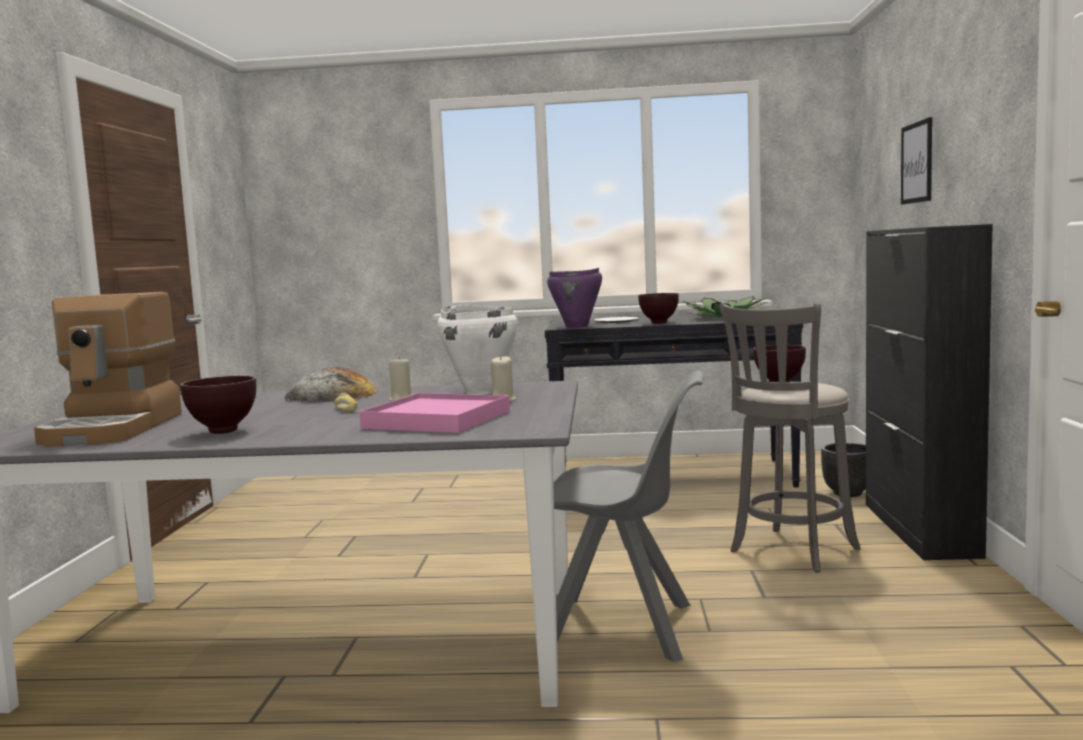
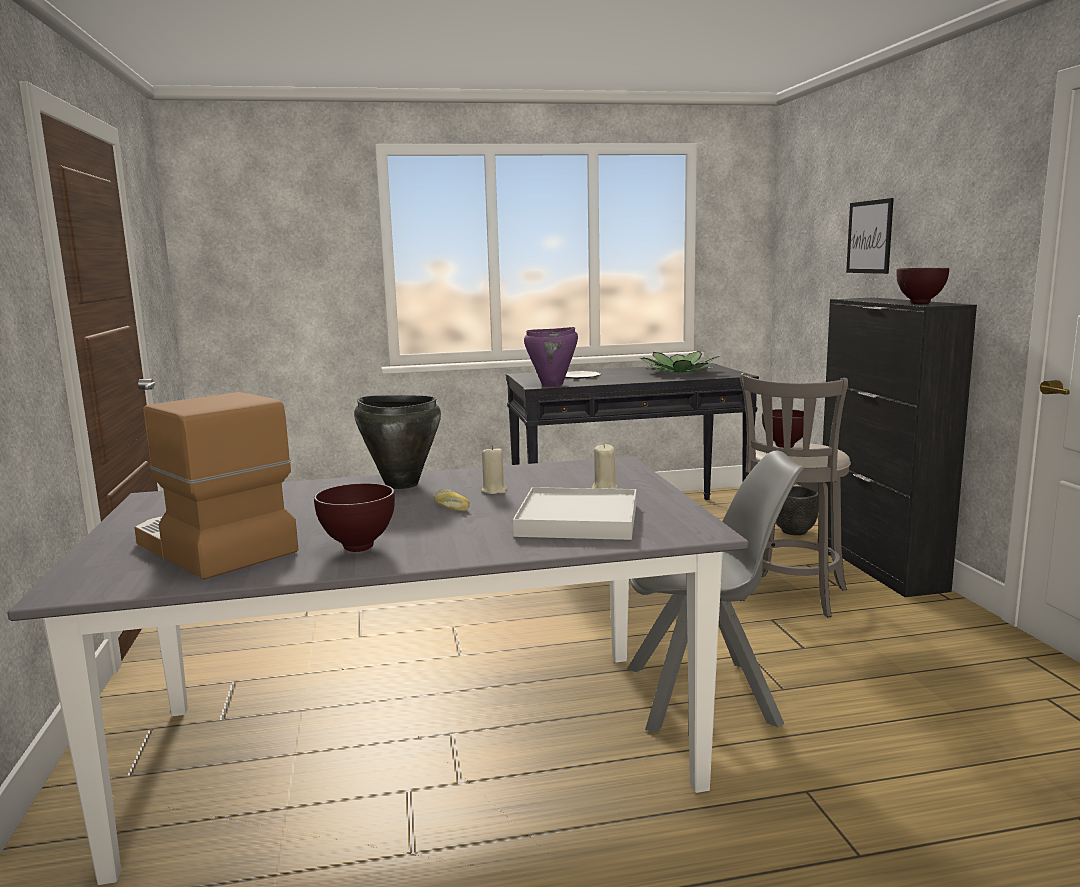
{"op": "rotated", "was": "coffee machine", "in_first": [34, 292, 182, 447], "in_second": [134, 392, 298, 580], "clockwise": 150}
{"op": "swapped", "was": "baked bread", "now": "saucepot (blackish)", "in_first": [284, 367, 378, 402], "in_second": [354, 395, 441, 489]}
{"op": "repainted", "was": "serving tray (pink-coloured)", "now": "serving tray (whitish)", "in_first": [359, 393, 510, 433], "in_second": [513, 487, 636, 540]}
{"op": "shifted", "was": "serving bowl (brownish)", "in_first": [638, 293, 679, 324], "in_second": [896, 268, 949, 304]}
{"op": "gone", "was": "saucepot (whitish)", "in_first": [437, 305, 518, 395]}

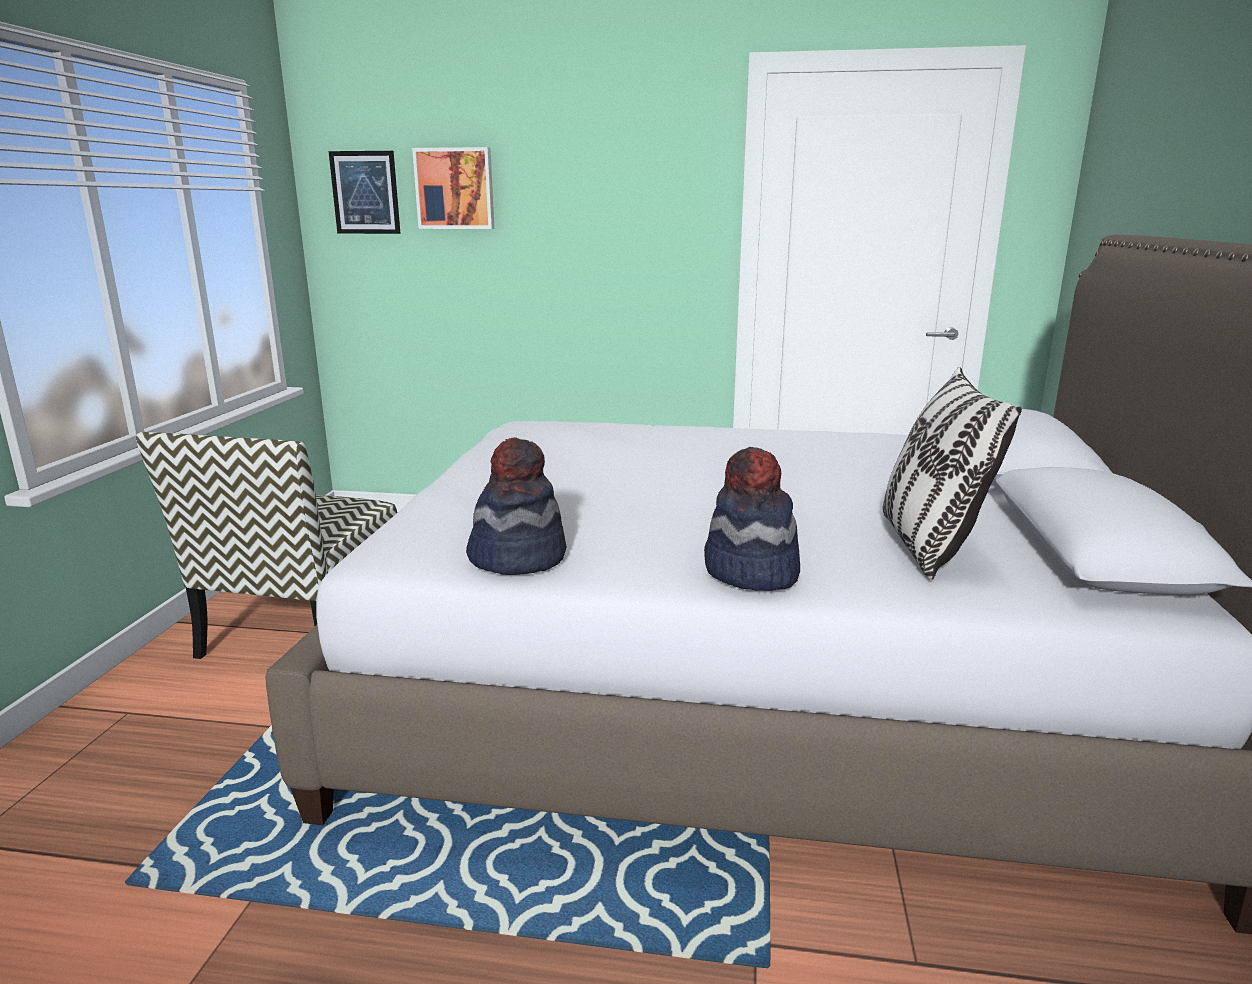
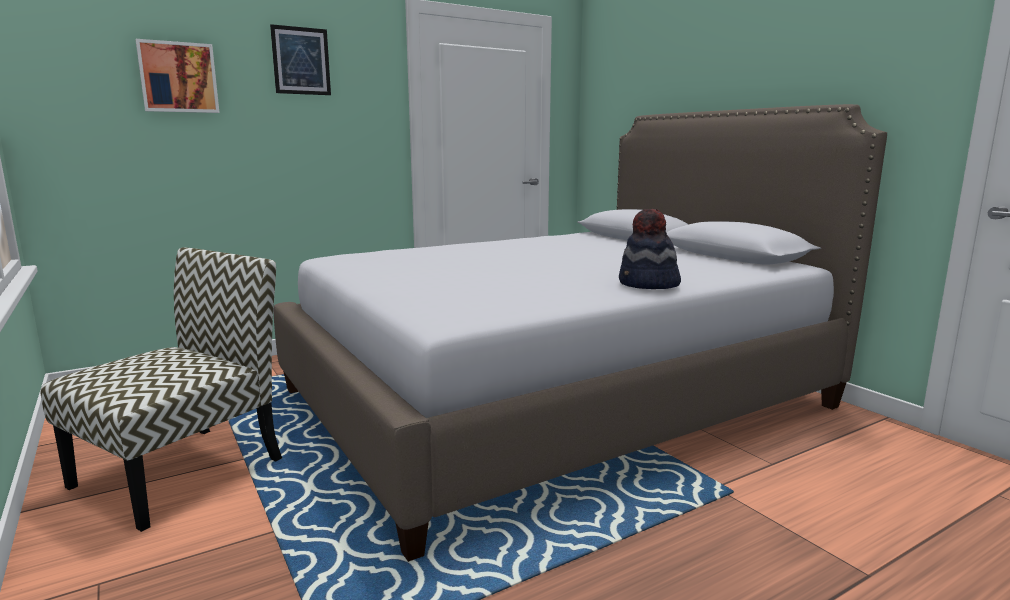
{"op": "rotated", "was": "plain chair", "in_first": [136, 432, 397, 659], "in_second": [40, 247, 282, 532], "clockwise": -120}
{"op": "shifted", "was": "wall art", "in_first": [329, 151, 401, 234], "in_second": [270, 24, 331, 95]}
{"op": "gone", "was": "clothing hat", "in_first": [466, 437, 566, 575]}
{"op": "gone", "was": "cushion", "in_first": [883, 367, 1022, 579]}

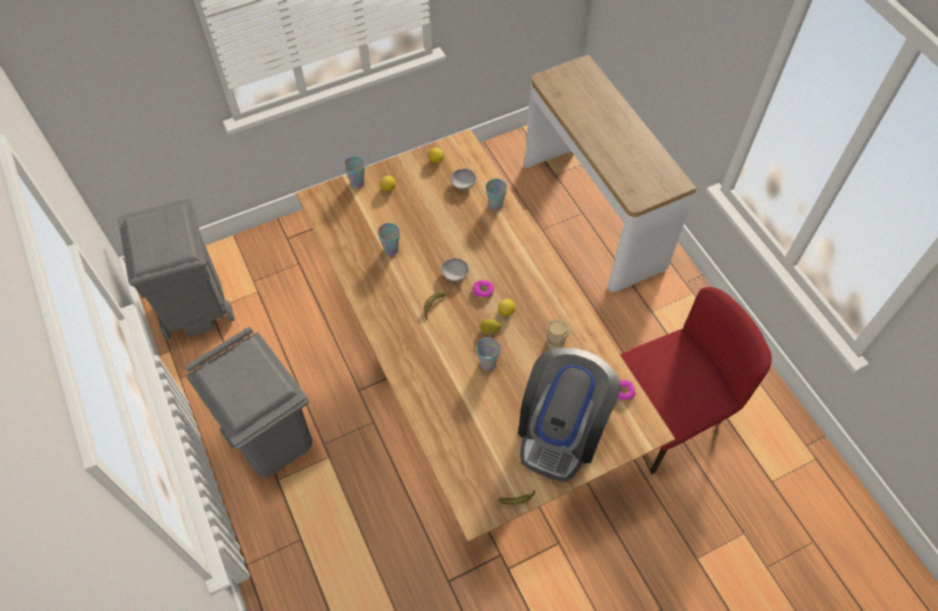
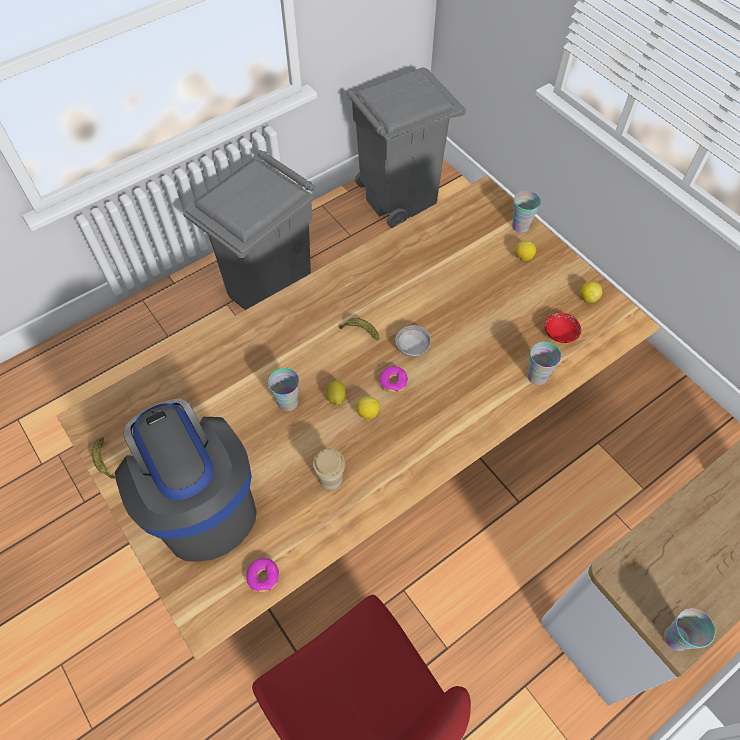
{"op": "rotated", "was": "coffee machine", "in_first": [518, 348, 621, 482], "in_second": [115, 398, 257, 562], "clockwise": 45}
{"op": "repainted", "was": "serving bowl (gray)", "now": "serving bowl (red-coloured)", "in_first": [451, 168, 476, 190], "in_second": [545, 313, 581, 343]}
{"op": "shifted", "was": "cup", "in_first": [378, 223, 400, 256], "in_second": [664, 608, 715, 651]}

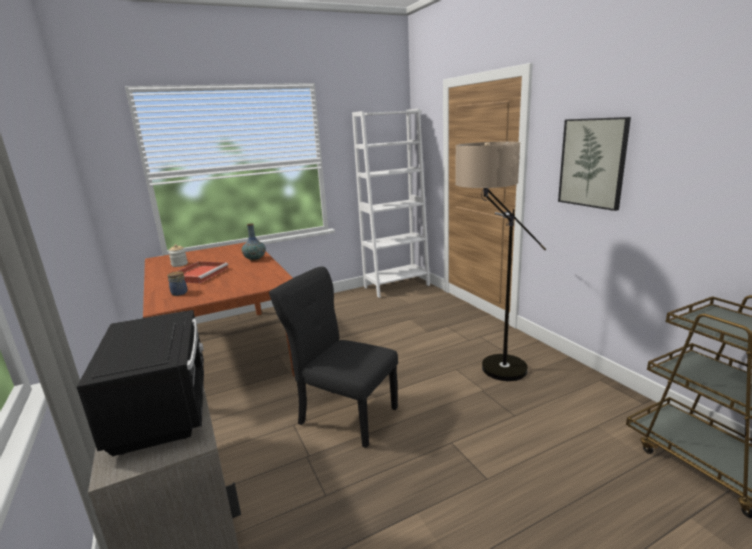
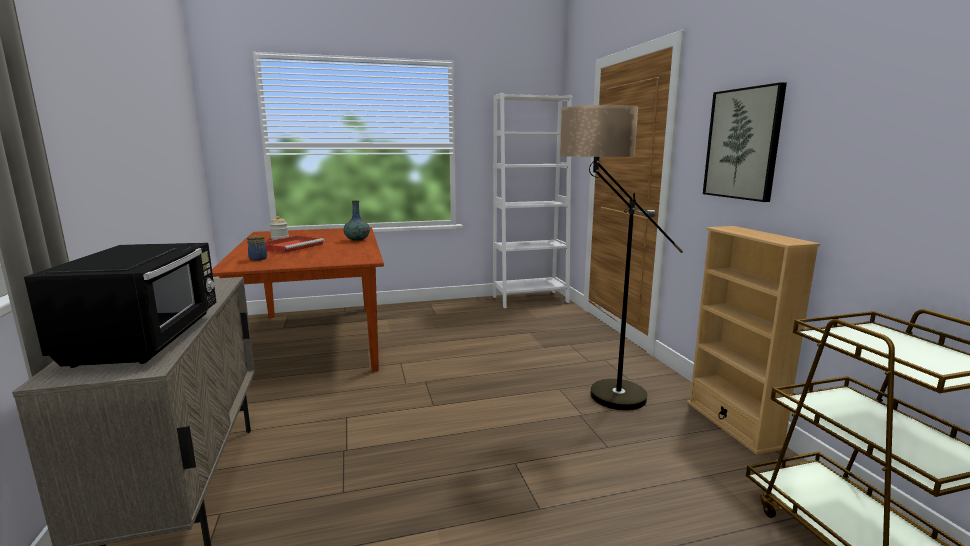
{"op": "new", "now": "bookcase (beige-coloured)", "in_second": [687, 226, 820, 455]}
{"op": "gone", "was": "plain chair (blackish)", "in_first": [269, 267, 398, 448]}

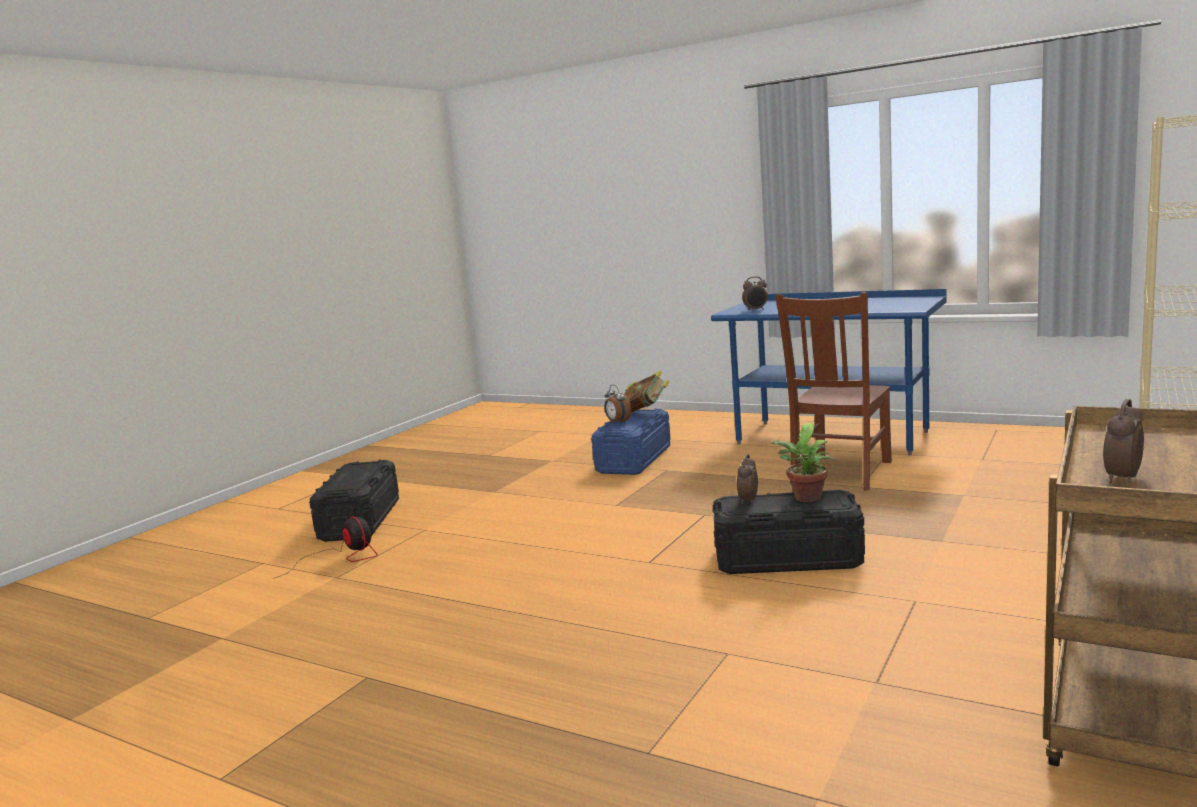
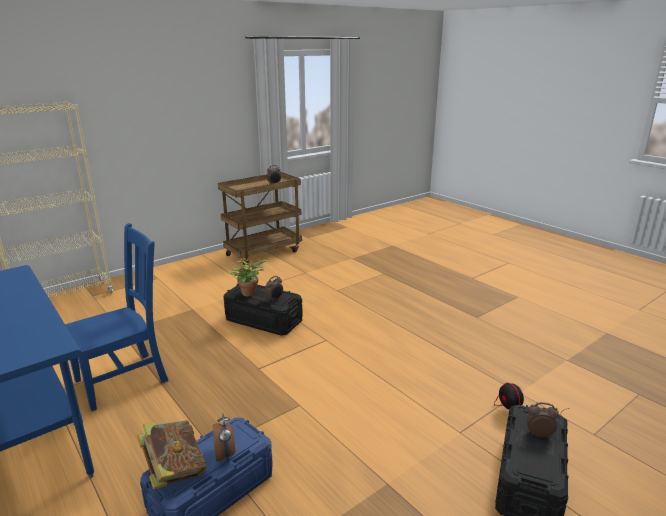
{"op": "repainted", "was": "plain chair (brownish)", "now": "plain chair (bluish)", "in_first": [776, 292, 892, 490], "in_second": [65, 223, 169, 411]}
{"op": "shifted", "was": "alarm clock", "in_first": [742, 276, 768, 311], "in_second": [527, 402, 559, 439]}

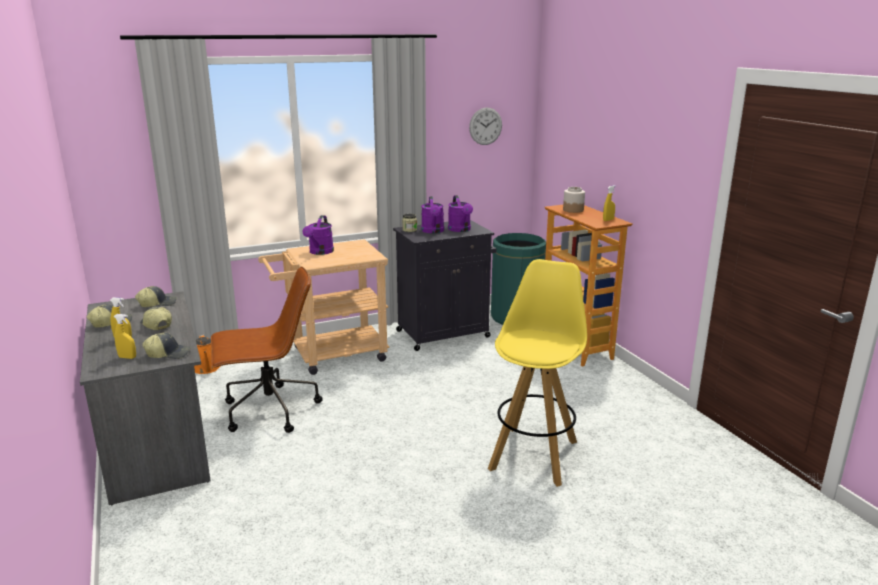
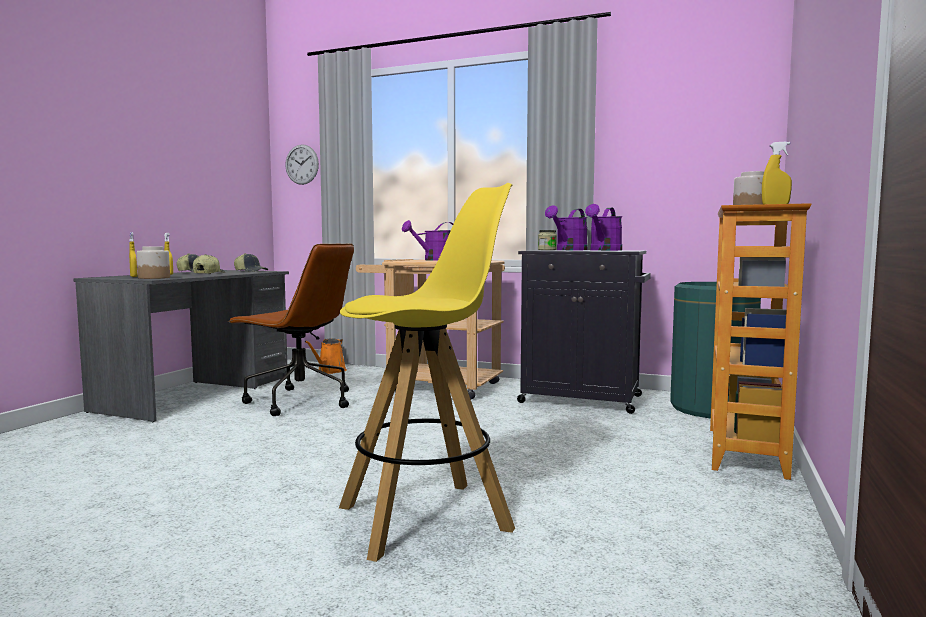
{"op": "swapped", "was": "peaked cap", "now": "preserve jar", "in_first": [142, 333, 191, 359], "in_second": [137, 246, 170, 279]}
{"op": "shifted", "was": "hanging clock", "in_first": [469, 107, 502, 145], "in_second": [285, 144, 319, 185]}

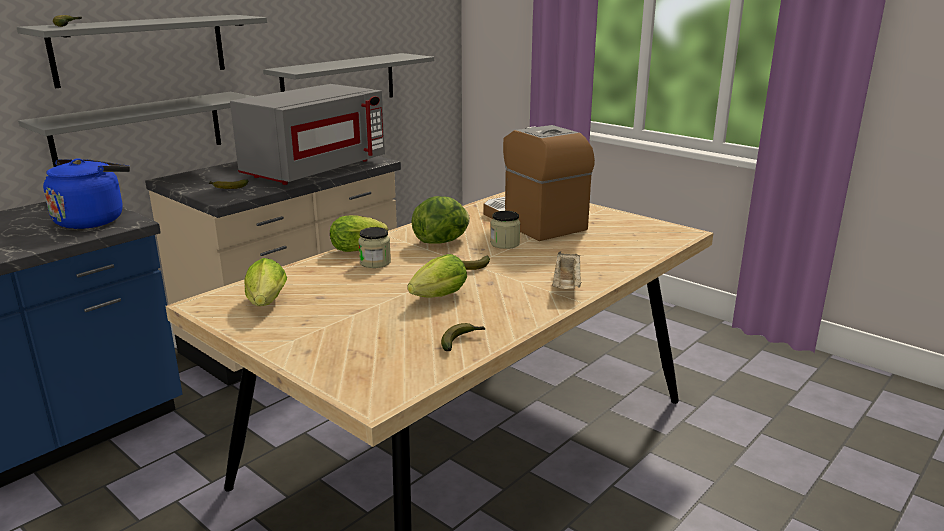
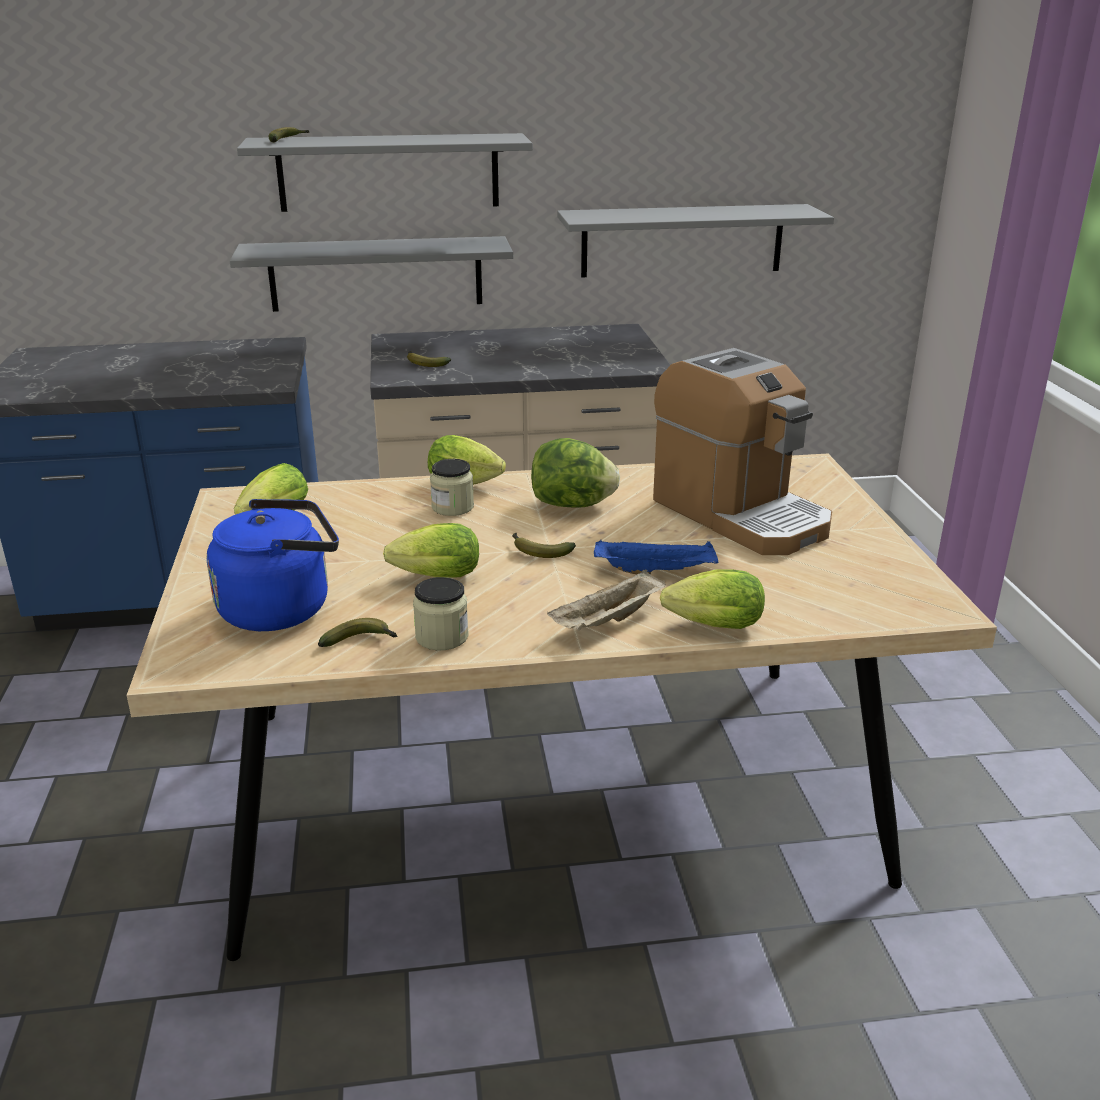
{"op": "shifted", "was": "water kettle (bluish)", "in_first": [43, 158, 130, 229], "in_second": [207, 499, 339, 631]}
{"op": "shifted", "was": "preserve jar", "in_first": [491, 211, 520, 249], "in_second": [413, 577, 468, 650]}
{"op": "new", "now": "serving tray (bluish)", "in_second": [594, 540, 719, 575]}
{"op": "rotated", "was": "coffee machine", "in_first": [483, 125, 595, 241], "in_second": [653, 348, 832, 555], "clockwise": 135}
{"op": "new", "now": "lettuce", "in_second": [660, 570, 765, 629]}
{"op": "gone", "was": "microwave (gray)", "in_first": [230, 84, 385, 185]}

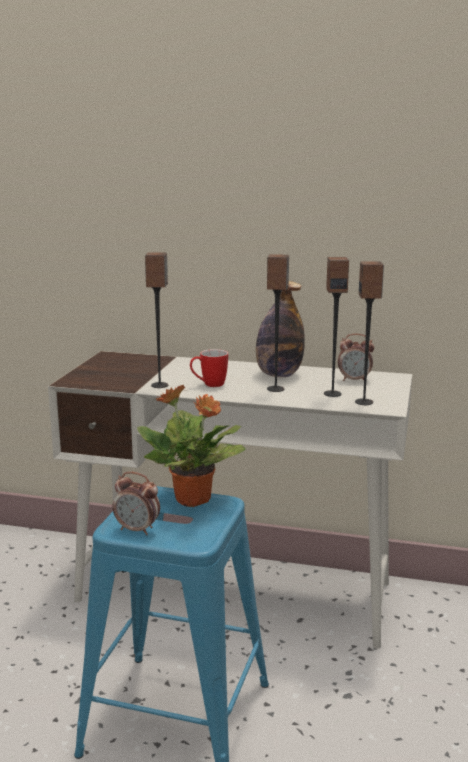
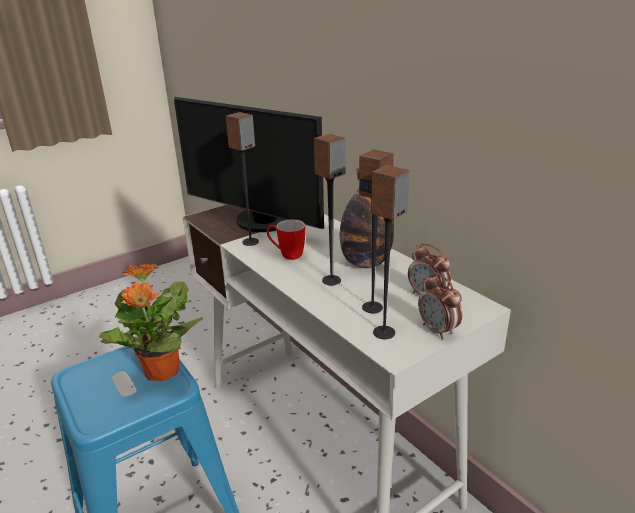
{"op": "new", "now": "monitor", "in_second": [174, 97, 324, 232]}
{"op": "shifted", "was": "alarm clock", "in_first": [113, 472, 160, 535], "in_second": [418, 273, 462, 340]}

